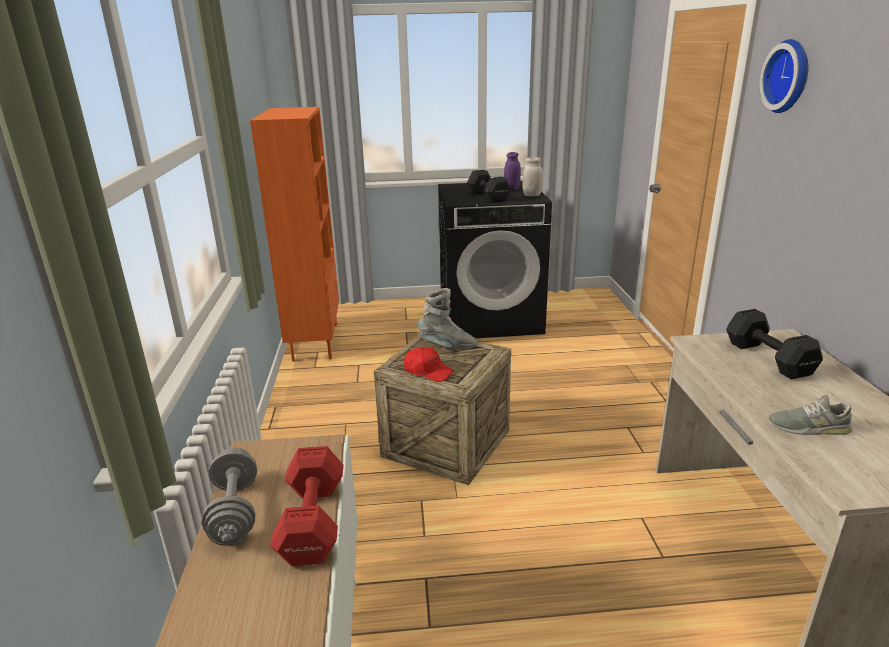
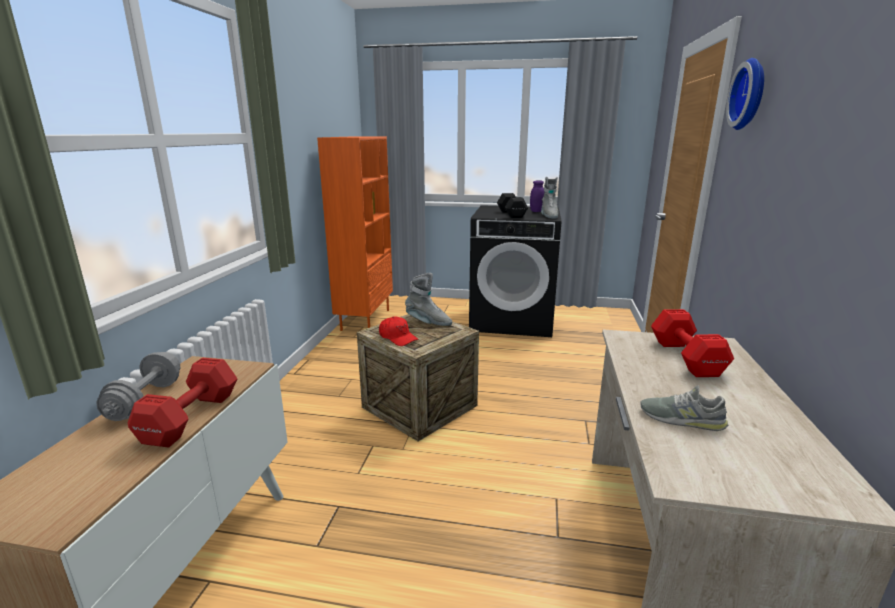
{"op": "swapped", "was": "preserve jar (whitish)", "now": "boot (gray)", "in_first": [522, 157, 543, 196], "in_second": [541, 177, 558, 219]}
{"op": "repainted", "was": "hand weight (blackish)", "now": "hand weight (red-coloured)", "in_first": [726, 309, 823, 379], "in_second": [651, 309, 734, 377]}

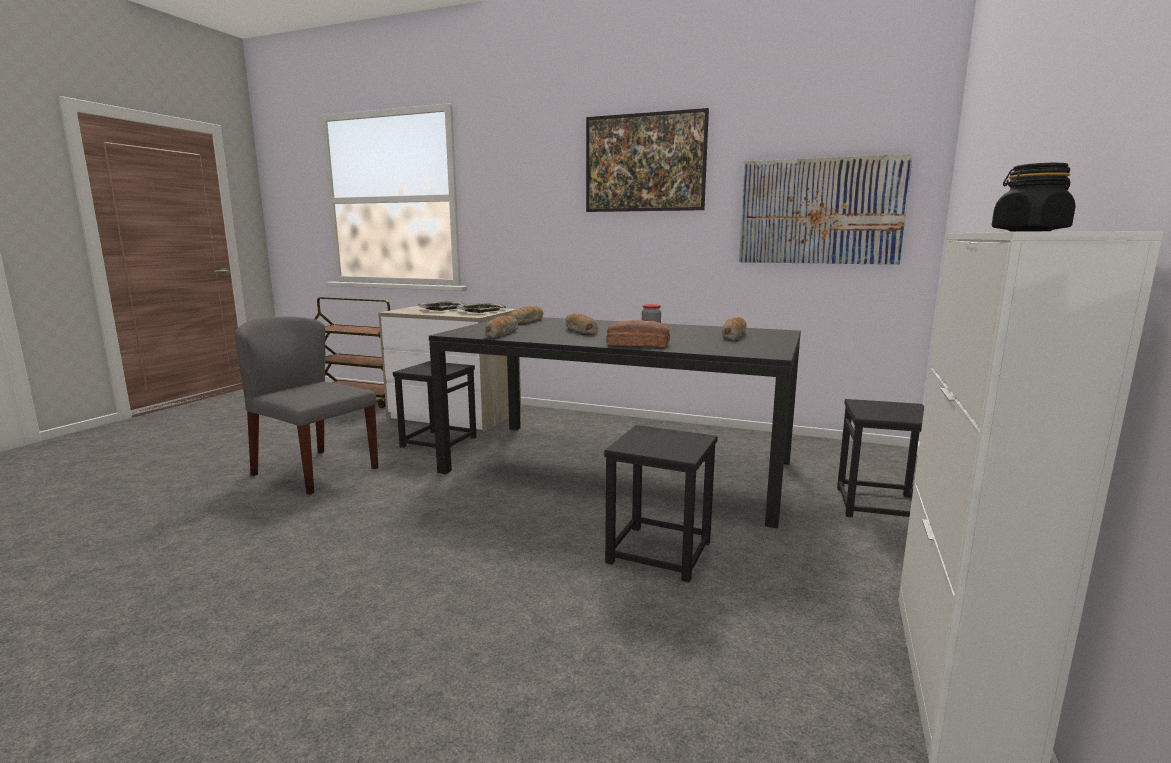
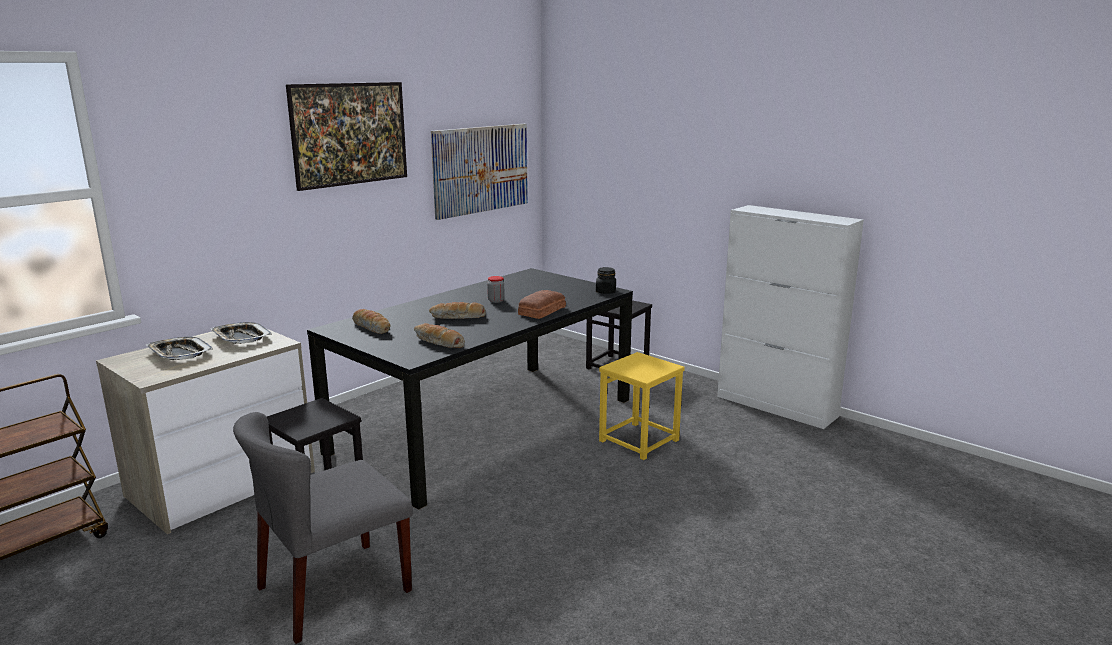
{"op": "shifted", "was": "preserve jar (blackish)", "in_first": [992, 163, 1076, 231], "in_second": [596, 267, 616, 294]}
{"op": "repainted", "was": "stool (blackish)", "now": "stool (yellowish)", "in_first": [604, 425, 718, 582], "in_second": [599, 352, 685, 460]}
{"op": "gone", "was": "baked bread", "in_first": [722, 317, 747, 340]}

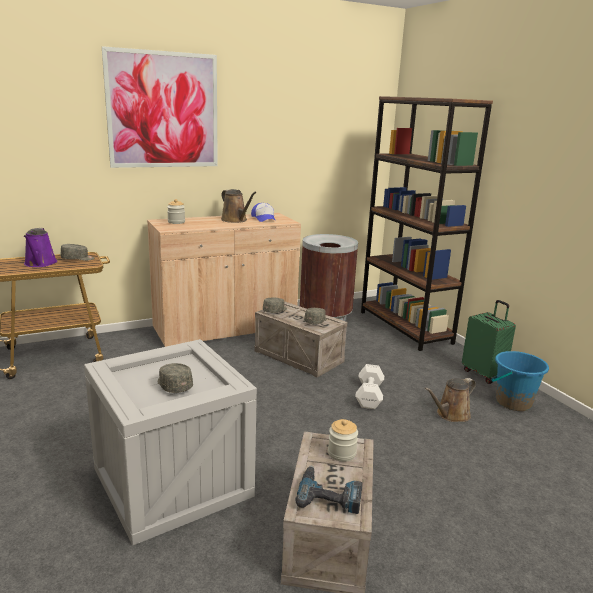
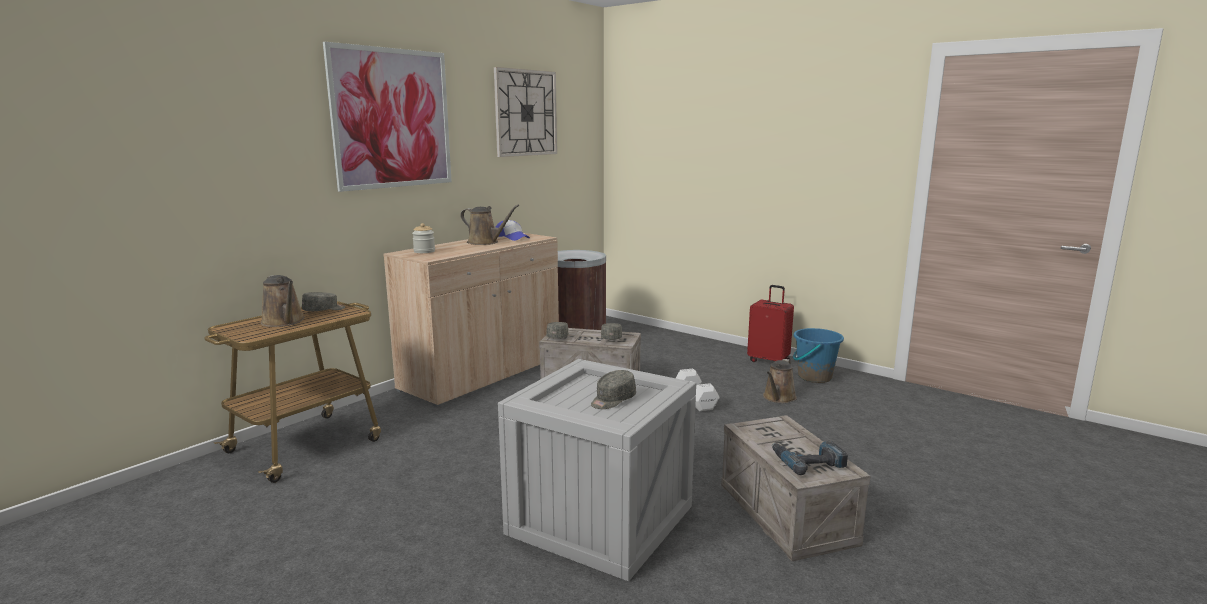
{"op": "repainted", "was": "watering can (purple-coloured)", "now": "watering can (brownish)", "in_first": [24, 228, 57, 267], "in_second": [261, 275, 305, 327]}
{"op": "new", "now": "hanging clock", "in_second": [494, 67, 557, 157]}
{"op": "rotated", "was": "peaked cap (gray)", "in_first": [158, 363, 193, 393], "in_second": [591, 370, 636, 409], "clockwise": -75}
{"op": "repainted", "was": "suitcase (greenish)", "now": "suitcase (red-coloured)", "in_first": [462, 300, 516, 384], "in_second": [747, 285, 794, 362]}
{"op": "gone", "was": "preserve jar", "in_first": [328, 419, 358, 462]}
{"op": "gone", "was": "bookcase (brownish)", "in_first": [361, 96, 493, 351]}

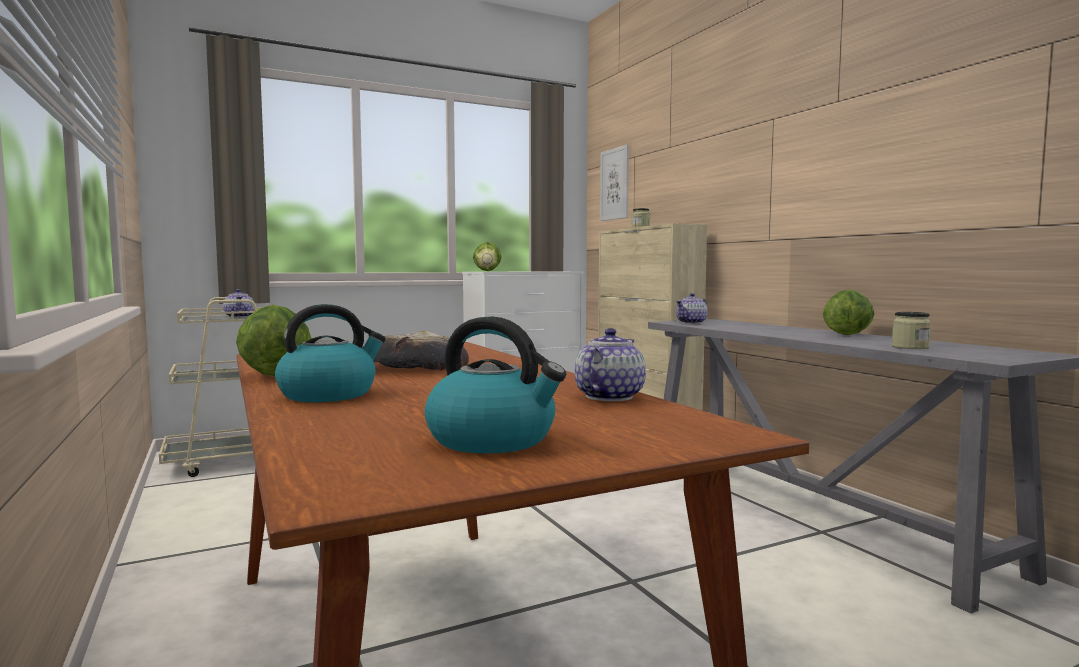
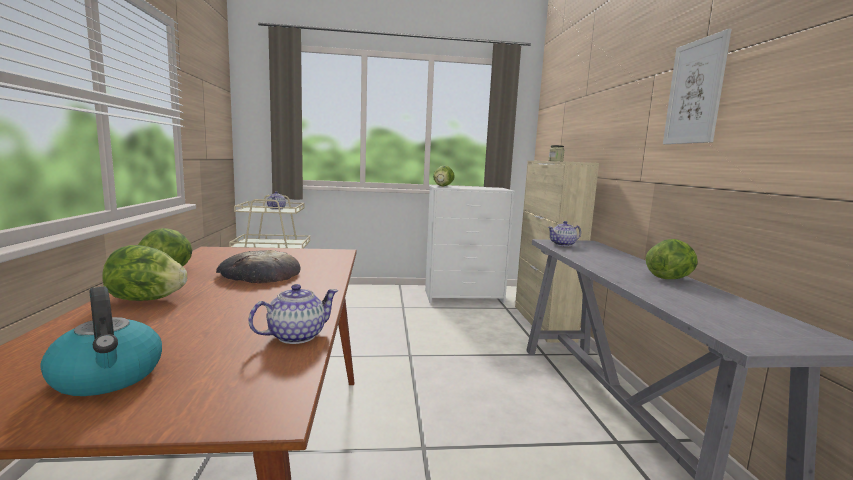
{"op": "swapped", "was": "water kettle", "now": "lettuce", "in_first": [275, 304, 386, 402], "in_second": [102, 245, 187, 301]}
{"op": "shifted", "was": "wall art", "in_first": [600, 144, 629, 221], "in_second": [663, 29, 731, 144]}
{"op": "gone", "was": "preserve jar", "in_first": [892, 312, 931, 349]}

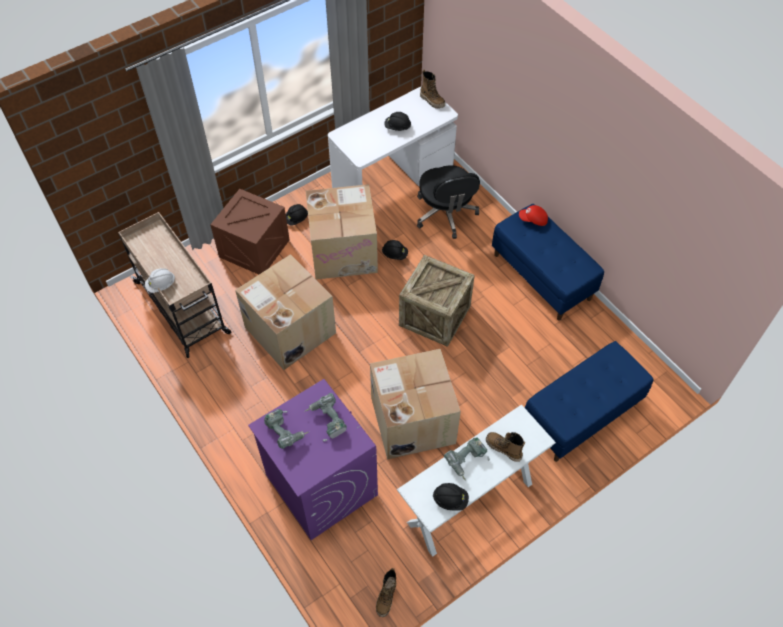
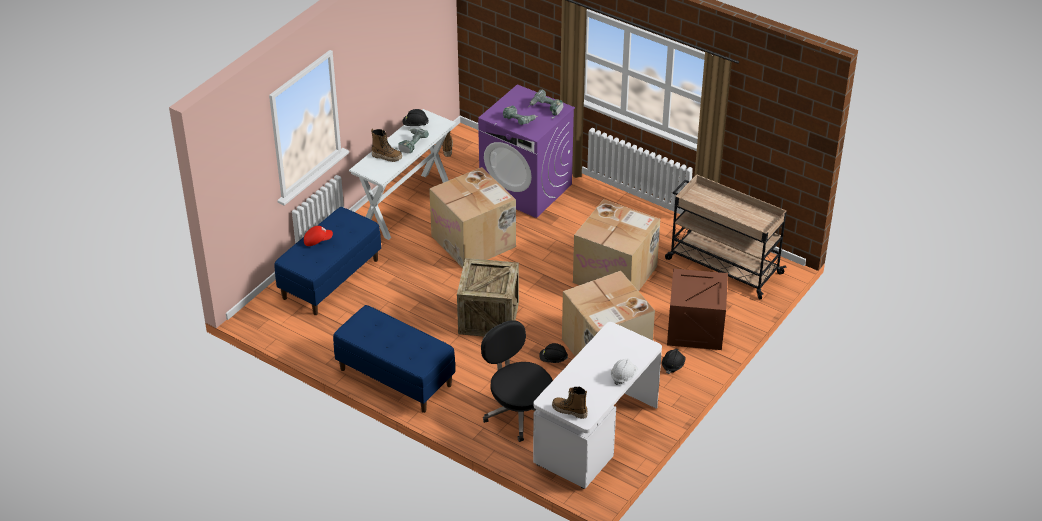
{"op": "shifted", "was": "peaked cap (red-coloured)", "in_first": [519, 205, 548, 226], "in_second": [304, 226, 333, 246]}
{"op": "shifted", "was": "work helmet (whitish)", "in_first": [145, 268, 175, 293], "in_second": [611, 358, 638, 385]}
{"op": "gone", "was": "work helmet (blackish)", "in_first": [384, 112, 411, 131]}

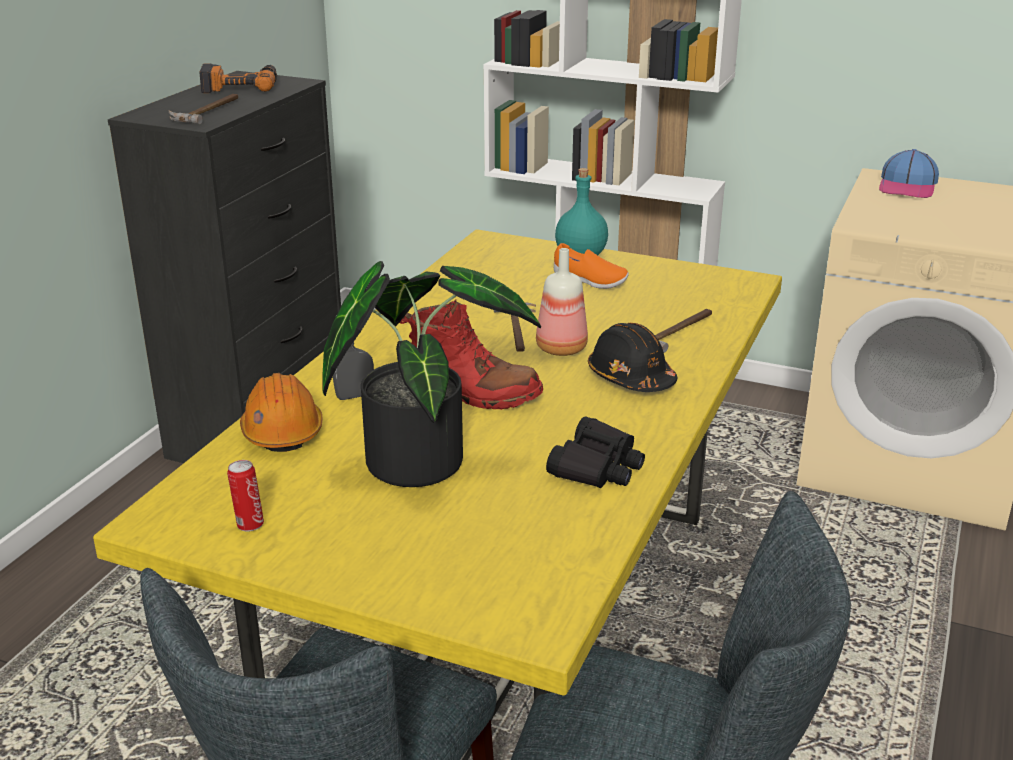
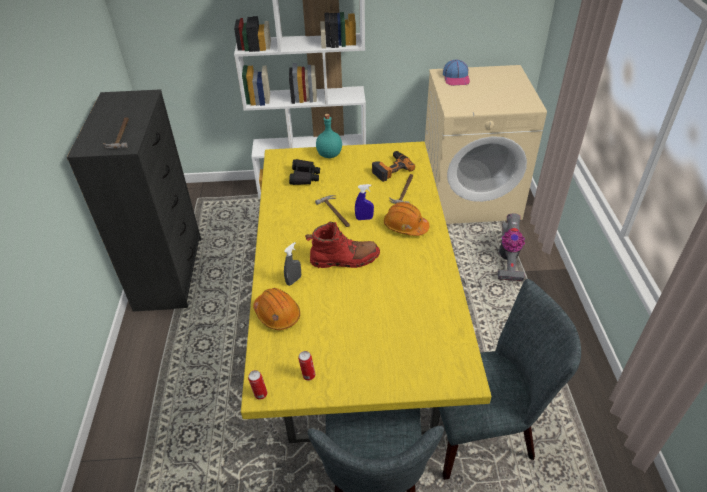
{"op": "new", "now": "metal can", "in_second": [248, 370, 267, 400]}
{"op": "shifted", "was": "field glasses (blackish)", "in_first": [546, 417, 645, 488], "in_second": [289, 159, 320, 185]}
{"op": "swapped", "was": "drink bottle", "now": "hand sprayer (bluish)", "in_first": [536, 248, 588, 356], "in_second": [355, 184, 374, 220]}
{"op": "shifted", "was": "electric drill", "in_first": [199, 63, 277, 93], "in_second": [372, 151, 415, 182]}
{"op": "repainted", "was": "work helmet (blackish)", "now": "work helmet (orange-coloured)", "in_first": [588, 323, 677, 392], "in_second": [384, 202, 429, 236]}
{"op": "new", "now": "vacuum cleaner", "in_second": [498, 213, 525, 281]}
{"op": "gone", "was": "houseplant", "in_first": [323, 261, 541, 487]}
{"op": "gone", "was": "item of footwear (orange-coloured)", "in_first": [554, 243, 629, 289]}

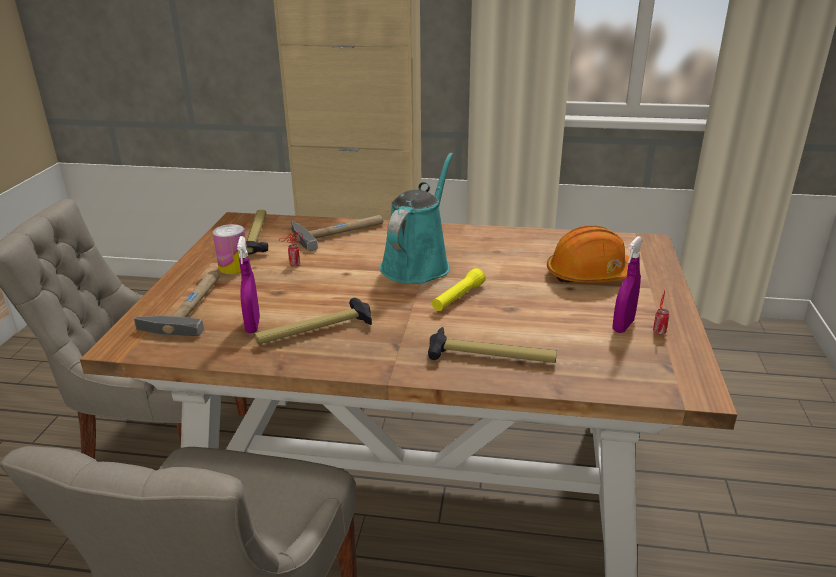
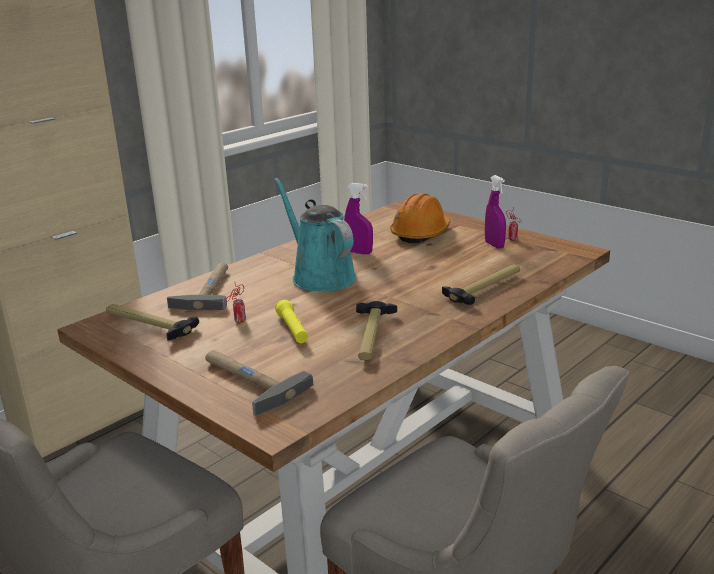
{"op": "shifted", "was": "hand torch (yellowish)", "in_first": [432, 268, 486, 311], "in_second": [275, 299, 308, 343]}
{"op": "shifted", "was": "hand sprayer (purple-coloured)", "in_first": [237, 236, 260, 333], "in_second": [344, 183, 373, 255]}
{"op": "gone", "was": "metal can", "in_first": [213, 224, 248, 274]}

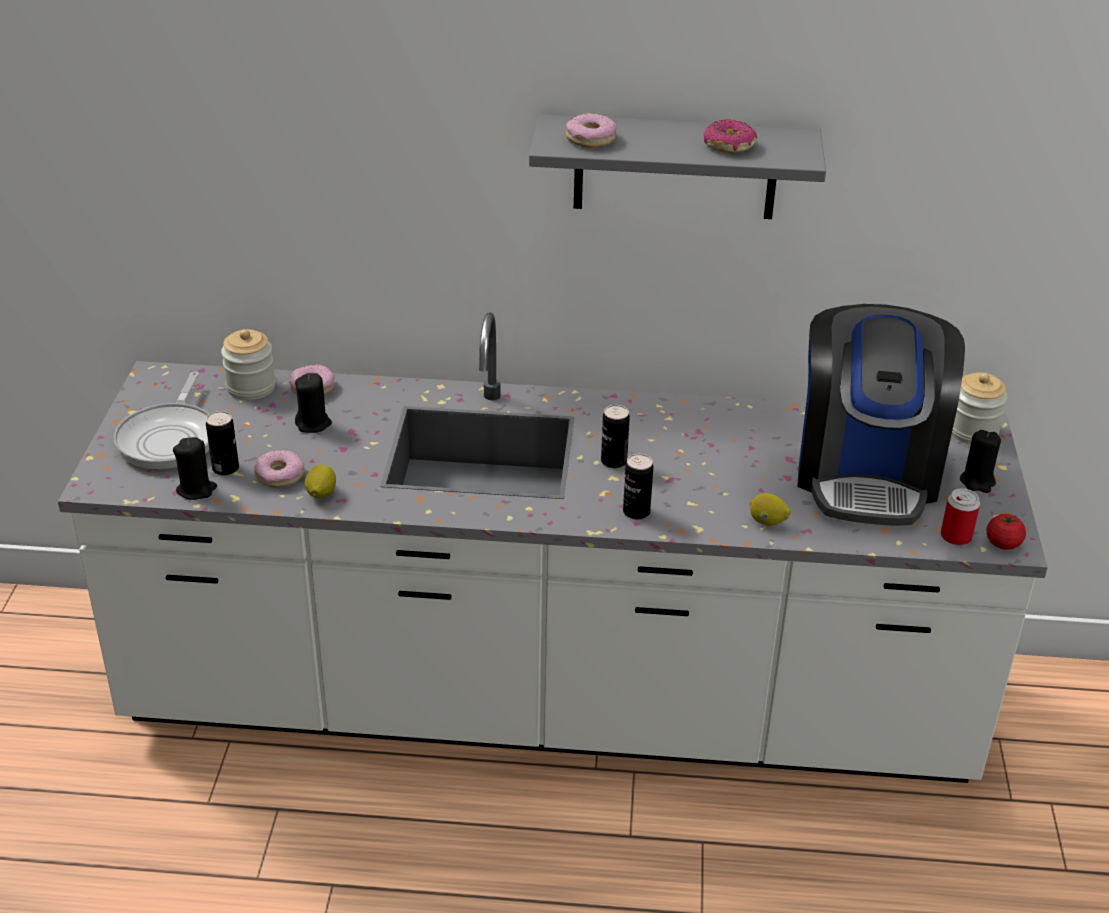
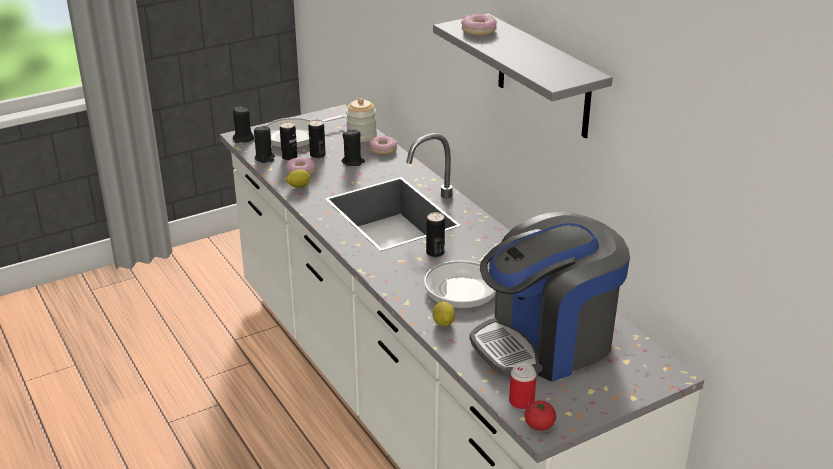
{"op": "shifted", "was": "wax light (blackish)", "in_first": [960, 430, 1001, 493], "in_second": [233, 107, 254, 143]}
{"op": "shifted", "was": "metal can", "in_first": [623, 454, 653, 519], "in_second": [308, 120, 326, 158]}
{"op": "new", "now": "skillet", "in_second": [424, 244, 498, 308]}
{"op": "gone", "was": "ring doughnut", "in_first": [704, 119, 757, 153]}
{"op": "gone", "was": "preserve jar", "in_first": [951, 372, 1007, 444]}

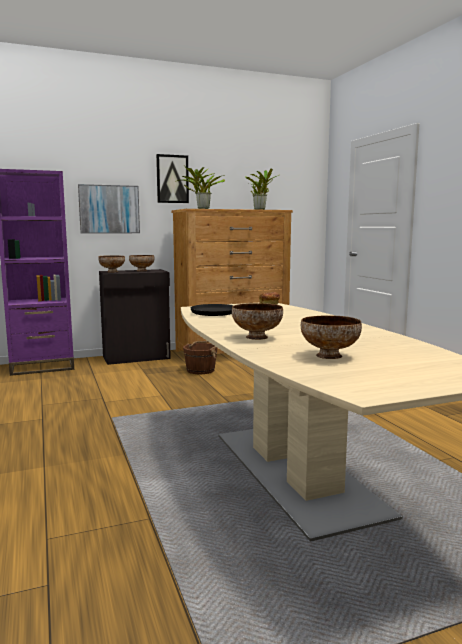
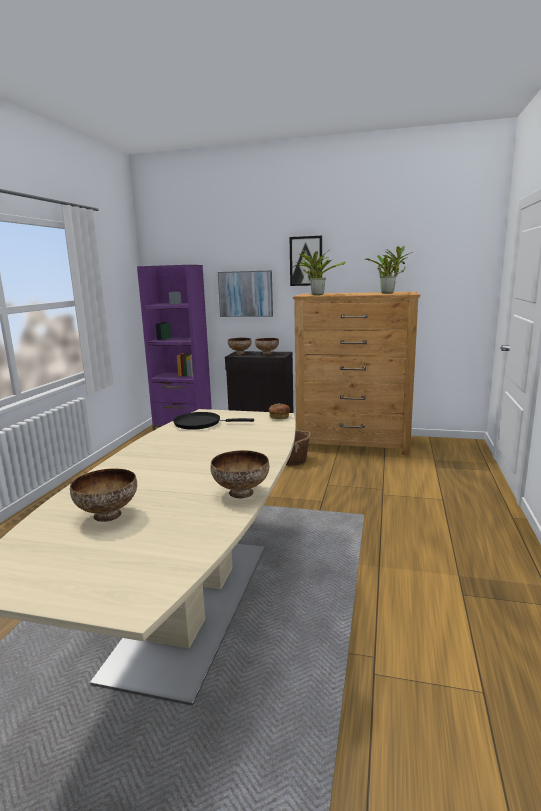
{"op": "shifted", "was": "serving bowl", "in_first": [232, 303, 283, 340], "in_second": [210, 450, 269, 498]}

